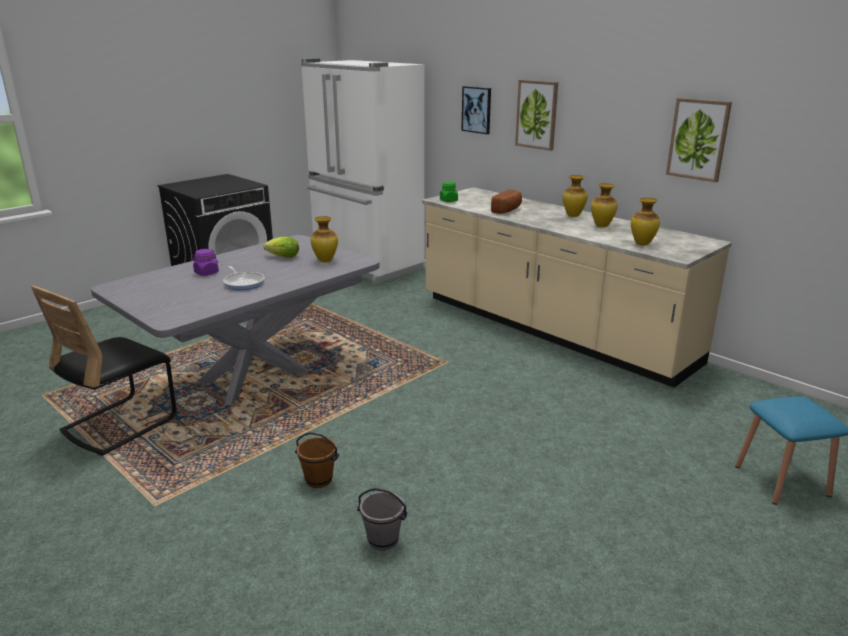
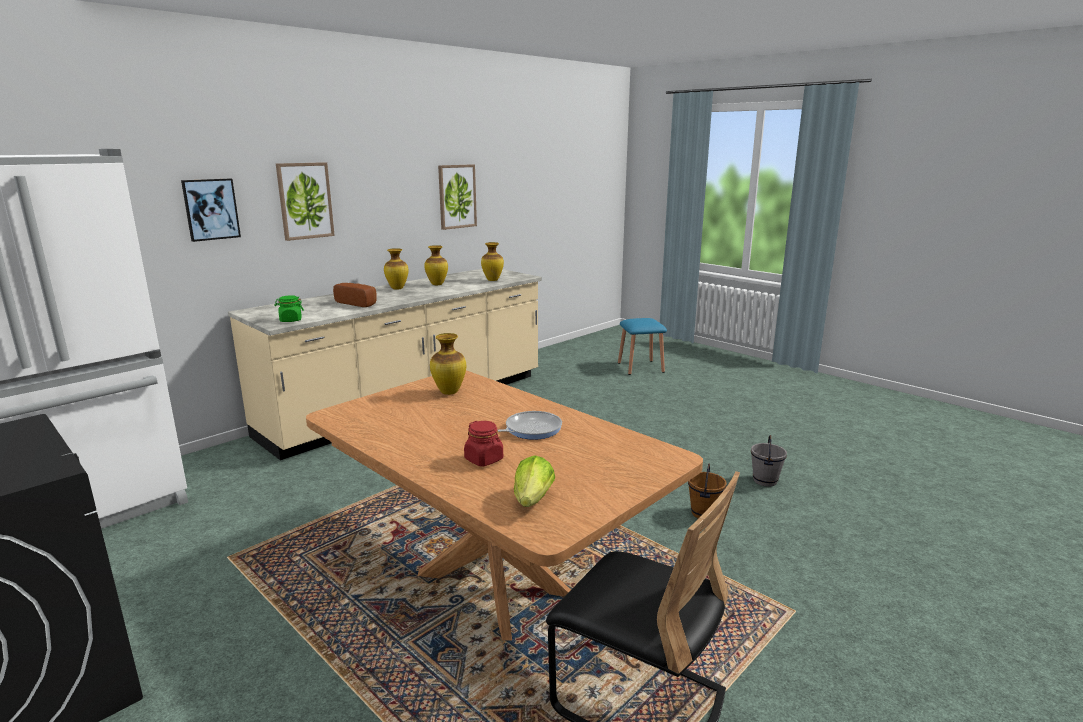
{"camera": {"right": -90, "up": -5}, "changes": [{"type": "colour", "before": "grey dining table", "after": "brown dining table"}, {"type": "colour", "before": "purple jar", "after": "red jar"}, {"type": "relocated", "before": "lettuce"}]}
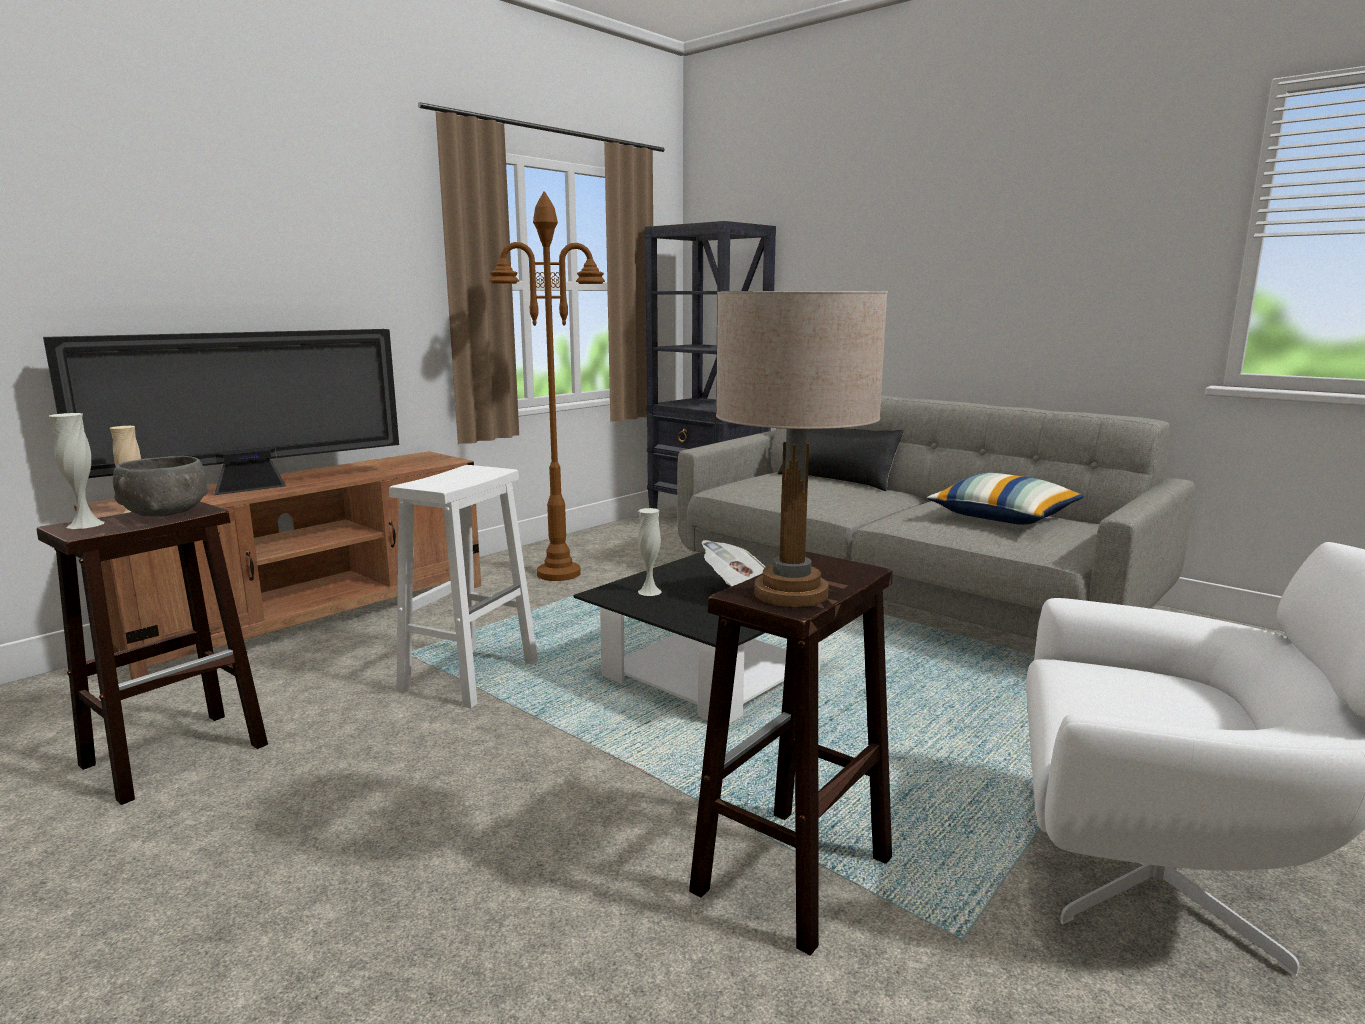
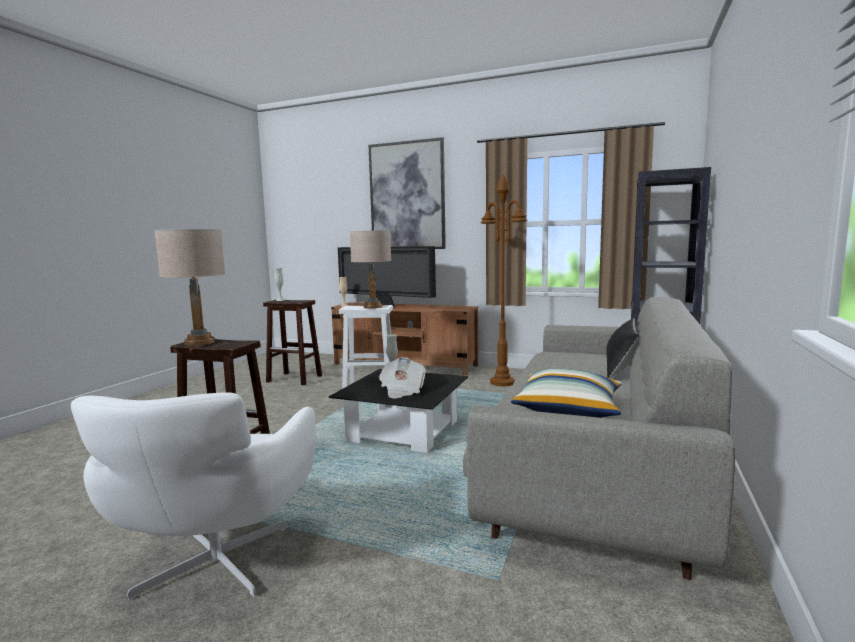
{"camera": {"right": 70, "up": -5}, "changes": [{"type": "missing", "before": "grey bowl"}, {"type": "appeared", "after": "beige table lamp (no. 2 from left)"}, {"type": "appeared", "after": "picture"}]}
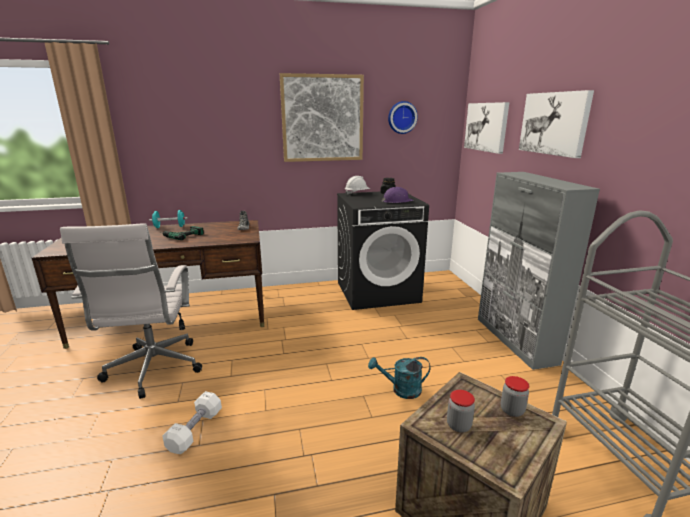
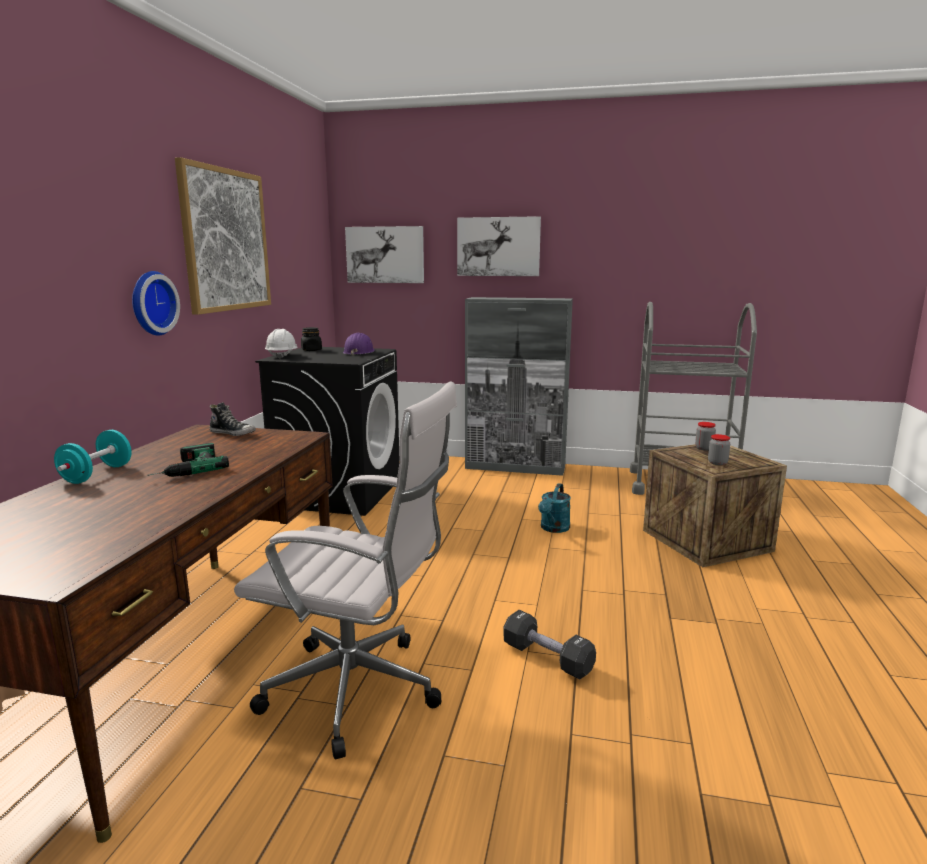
{"camera": {"right": -65, "up": -5}, "changes": [{"type": "colour", "before": "white dumbbell", "after": "black dumbbell"}, {"type": "relocated", "before": "wall clock"}]}
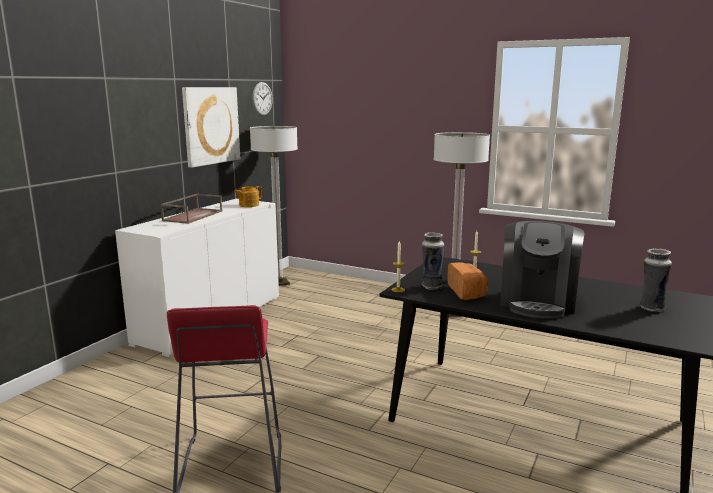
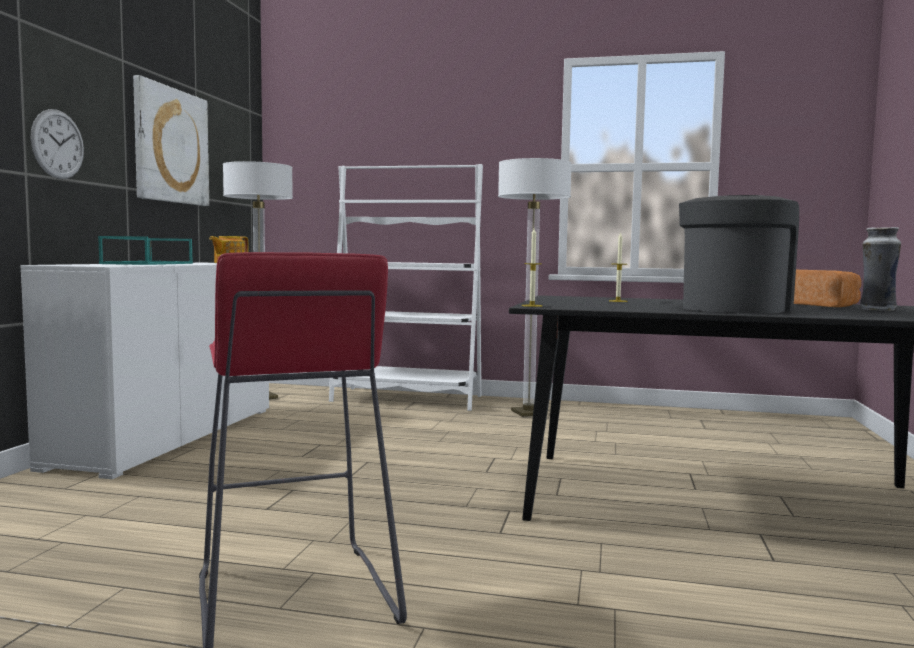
{"camera": {"right": -15, "up": -10}, "changes": [{"type": "colour", "before": "brown tray", "after": "turquoise tray"}, {"type": "relocated", "before": "wall clock"}, {"type": "missing", "before": "vase (no. 1 from left)"}, {"type": "relocated", "before": "bread"}, {"type": "spun", "before": "coffee machine", "turn": -150}, {"type": "appeared", "after": "white bookcase"}]}
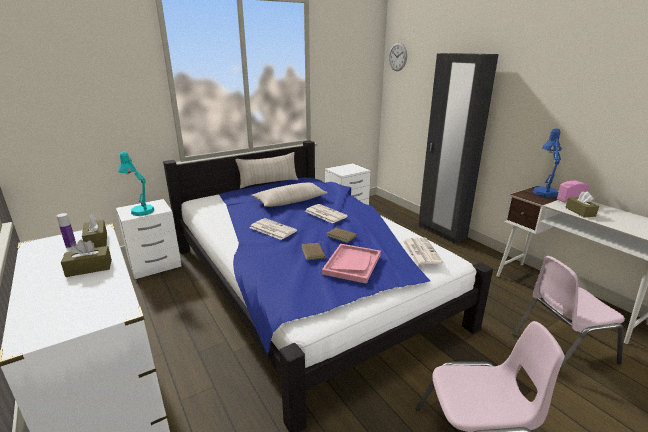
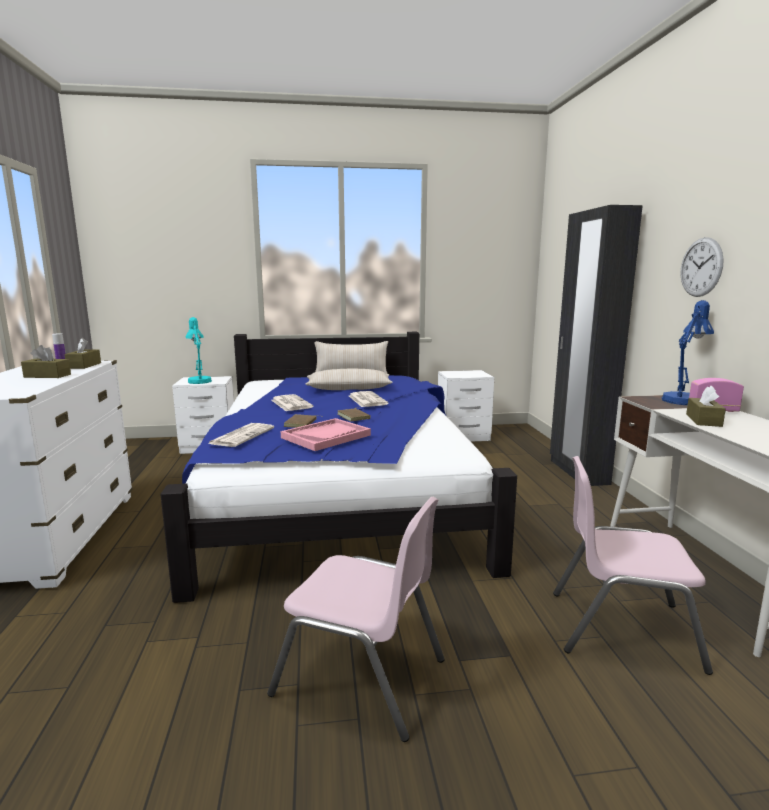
{"camera": {"right": 25, "up": -10}, "changes": [{"type": "relocated", "before": "wall clock"}, {"type": "relocated", "before": "newspaper (no. 3 from left in the first image)", "after": "newspaper (no. 1 from left)"}]}
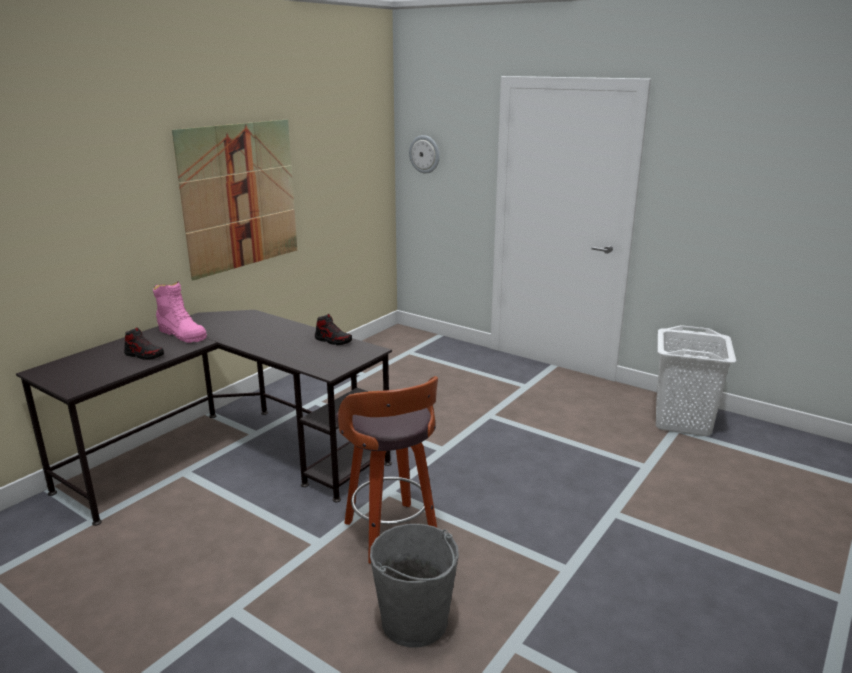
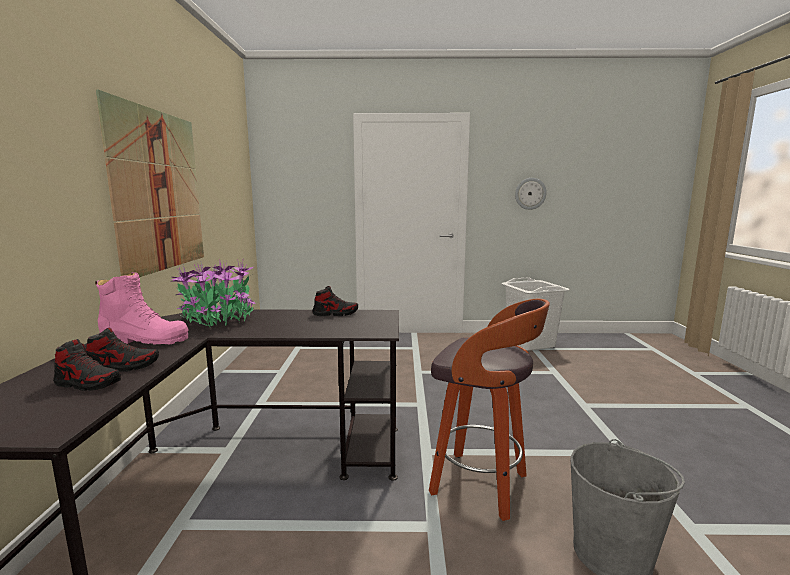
{"camera": {"right": -35, "up": -10}, "changes": [{"type": "relocated", "before": "wall clock"}, {"type": "appeared", "after": "shoe (no. 1 from left)"}, {"type": "appeared", "after": "potted plant"}]}
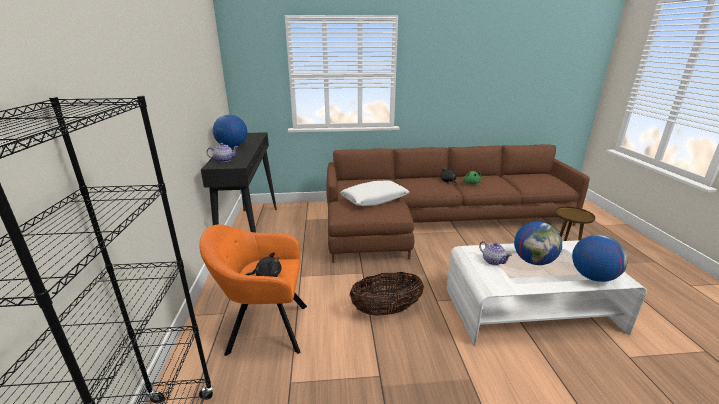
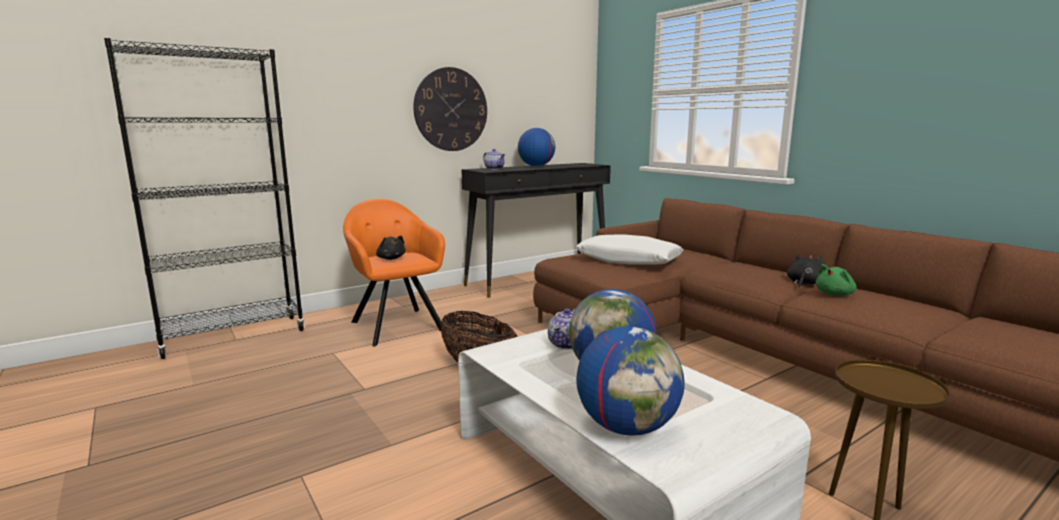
{"camera": {"right": 60, "up": -10}, "changes": [{"type": "appeared", "after": "wall clock"}]}
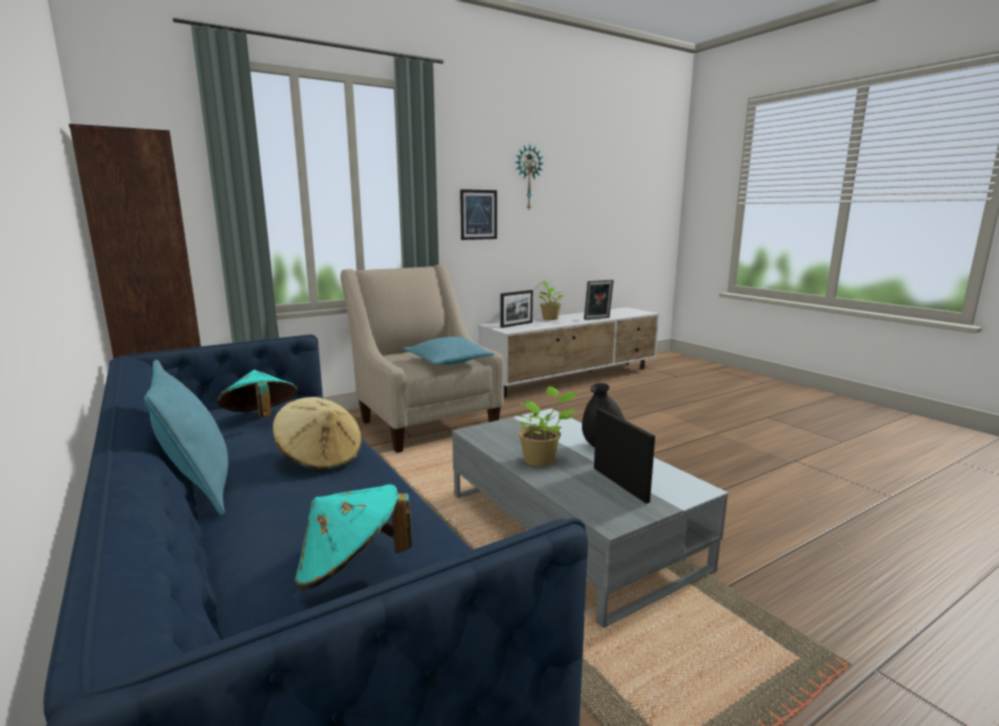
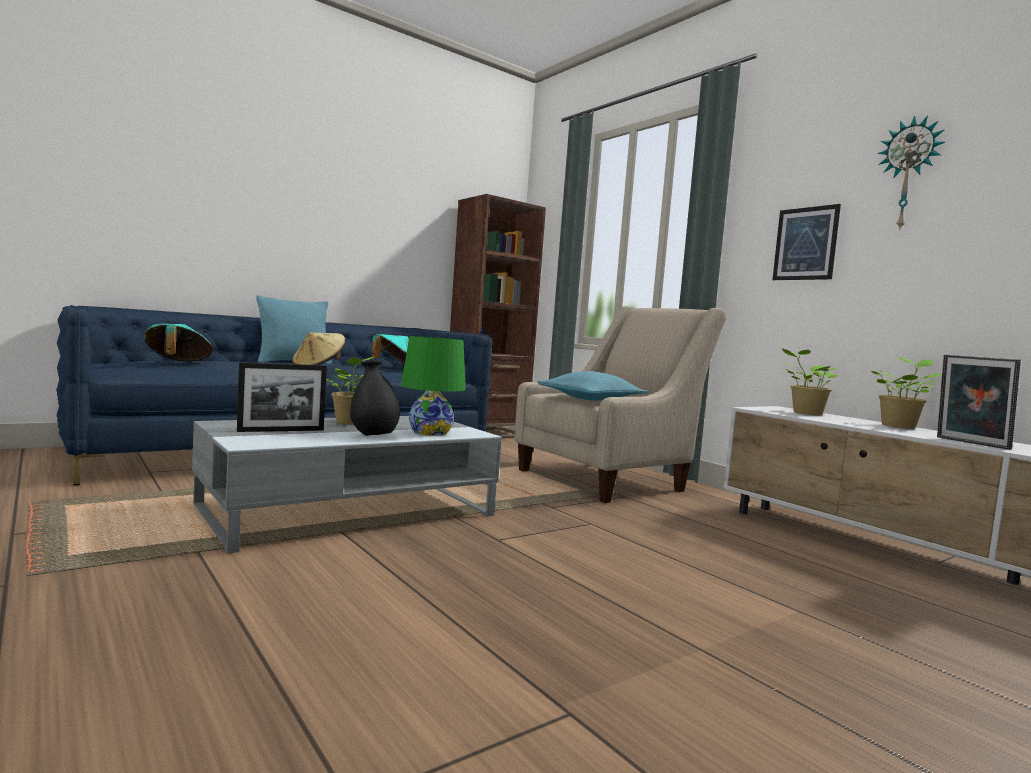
{"camera": {"right": 85, "up": -10}, "changes": [{"type": "exchanged", "before": "picture frame (no. 1 from left)", "after": "potted plant (no. 2 from left)"}, {"type": "appeared", "after": "green table lamp"}]}
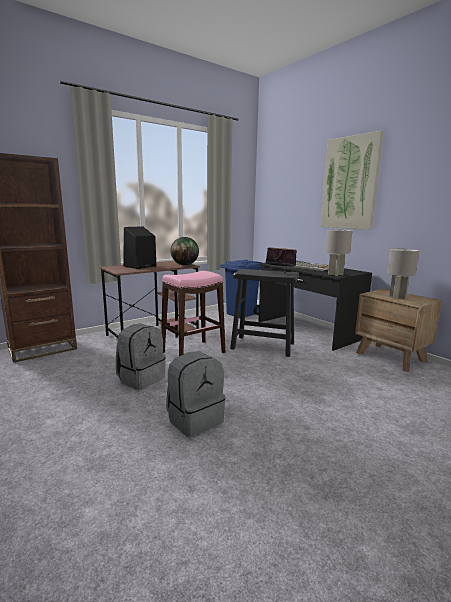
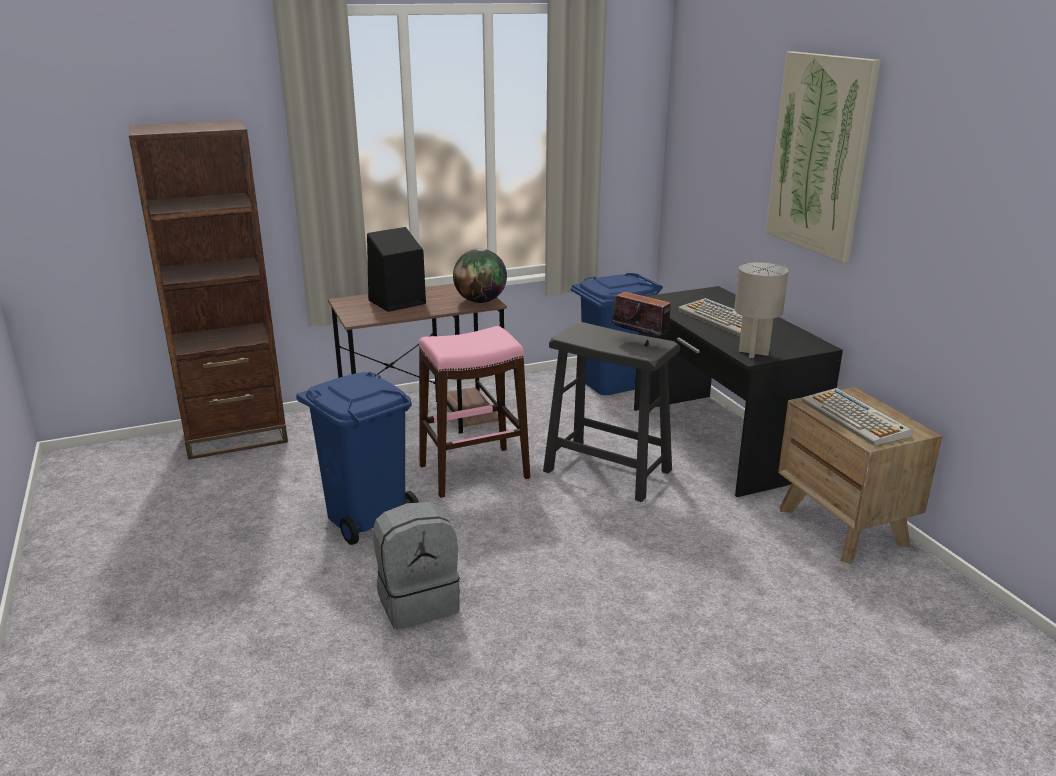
{"camera": {"right": 15, "up": 10}, "changes": [{"type": "exchanged", "before": "grey backpack (no. 1 from left)", "after": "blue trash can (no. 1 from left)"}, {"type": "exchanged", "before": "grey table lamp (no. 2 from left)", "after": "keyboard (no. 2 from left)"}]}
